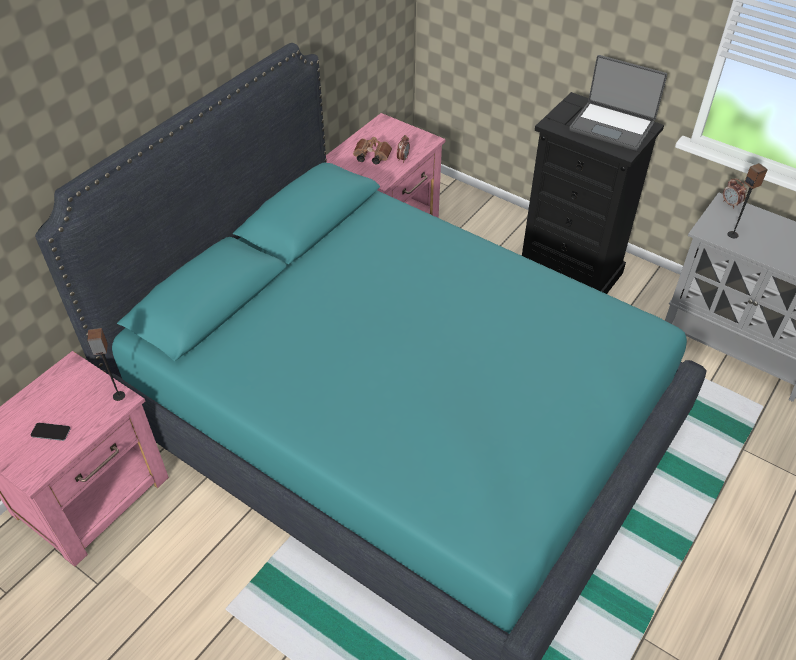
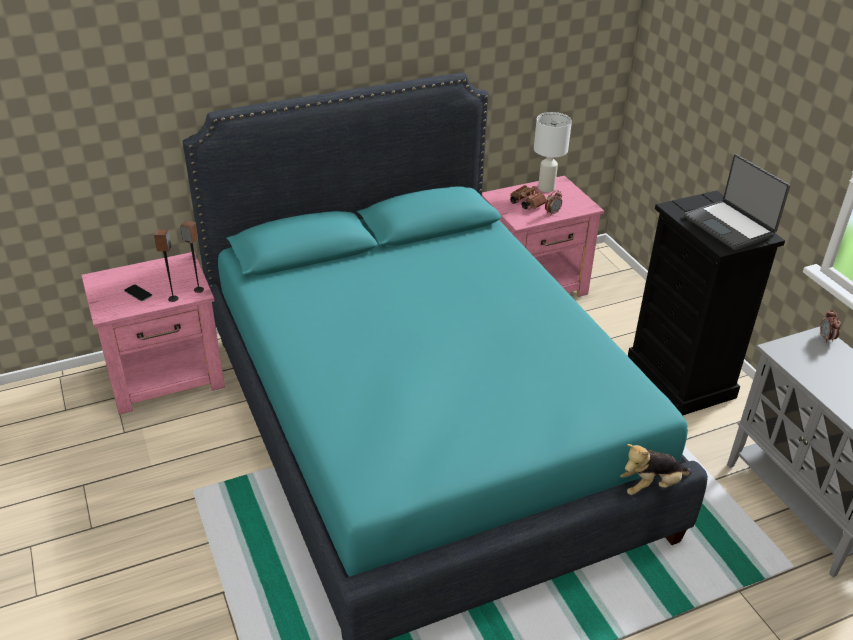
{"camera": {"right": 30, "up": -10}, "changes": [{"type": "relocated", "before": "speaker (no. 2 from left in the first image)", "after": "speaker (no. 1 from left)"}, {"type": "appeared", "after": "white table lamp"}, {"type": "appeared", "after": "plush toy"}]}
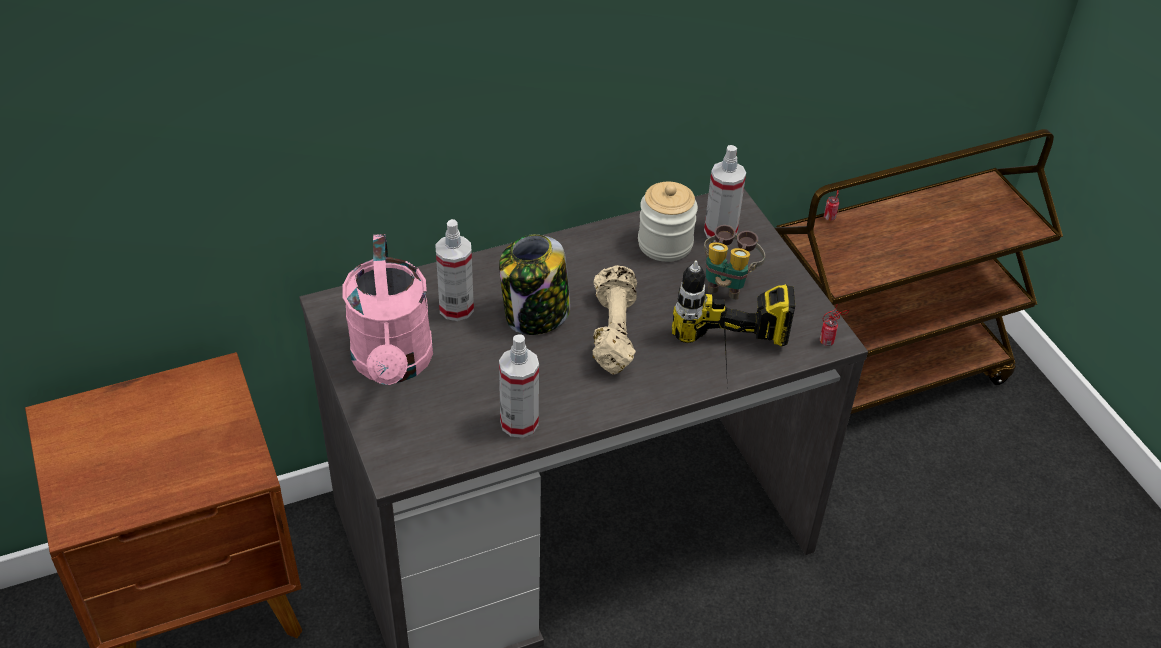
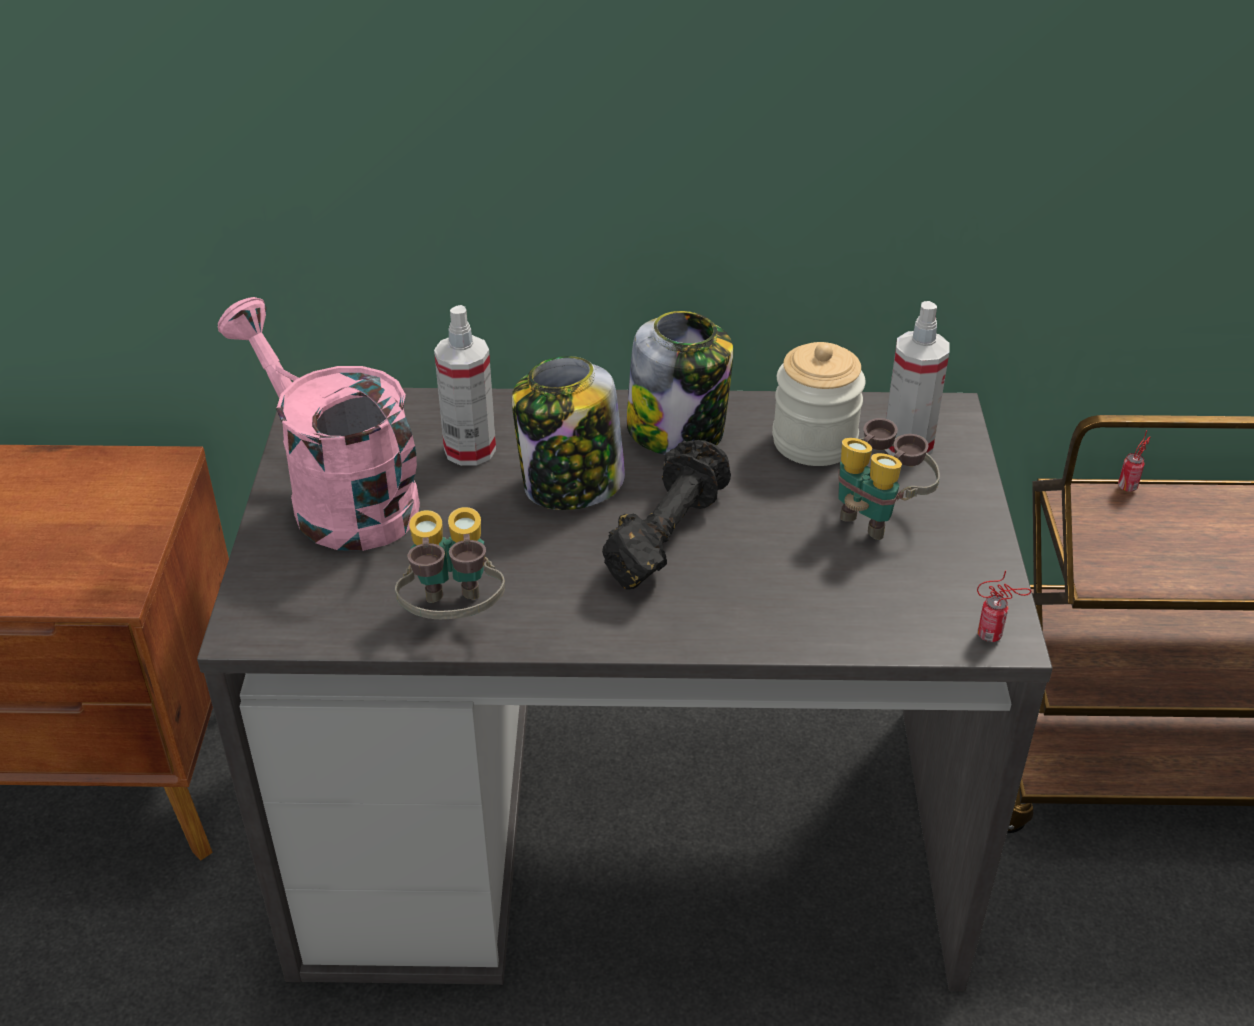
{"camera": {"right": 25, "up": -5}, "changes": [{"type": "spun", "before": "pink watering can", "turn": 120}, {"type": "exchanged", "before": "spray bottle (no. 2 from left)", "after": "binoculars (no. 1 from left)"}, {"type": "colour", "before": "beige dumbbell", "after": "black dumbbell"}, {"type": "missing", "before": "power drill"}, {"type": "appeared", "after": "jar (no. 2 from left)"}]}
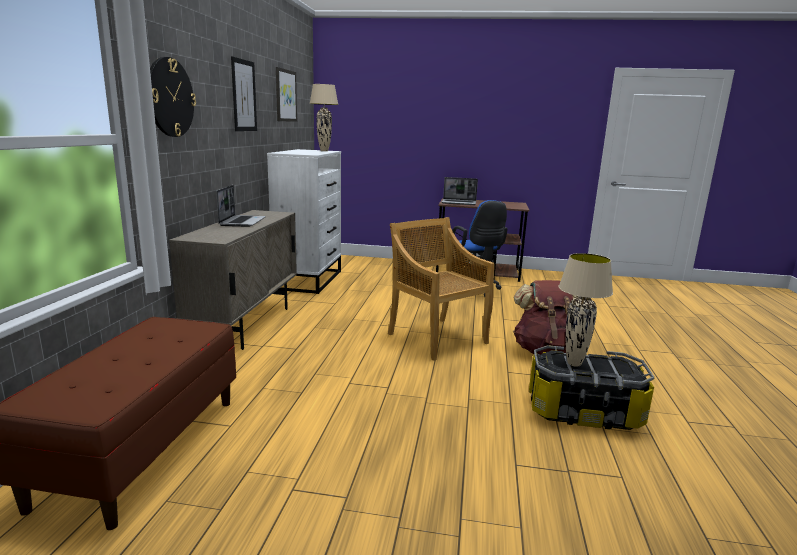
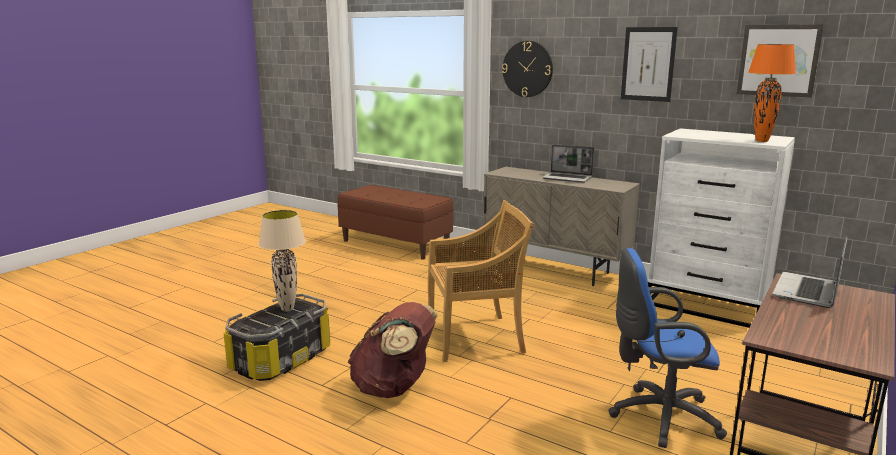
{"camera": {"right": 115, "up": 0}, "changes": [{"type": "colour", "before": "beige table lamp (no. 1 from left)", "after": "orange table lamp"}]}
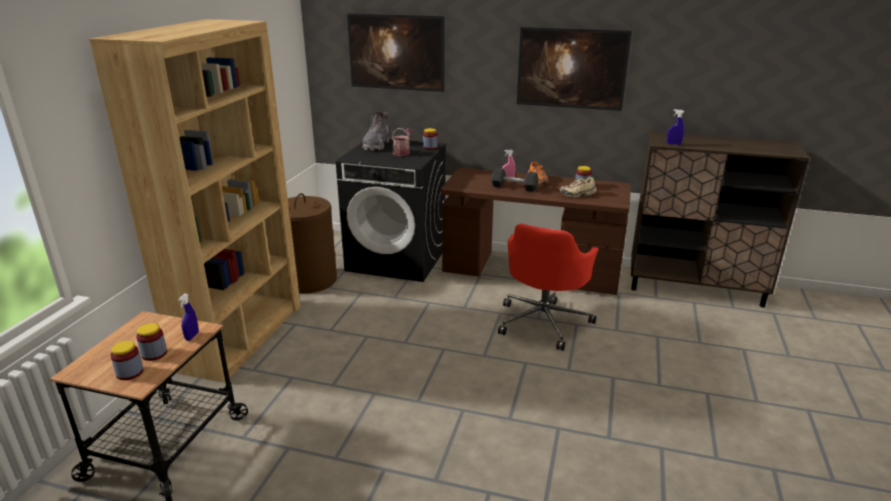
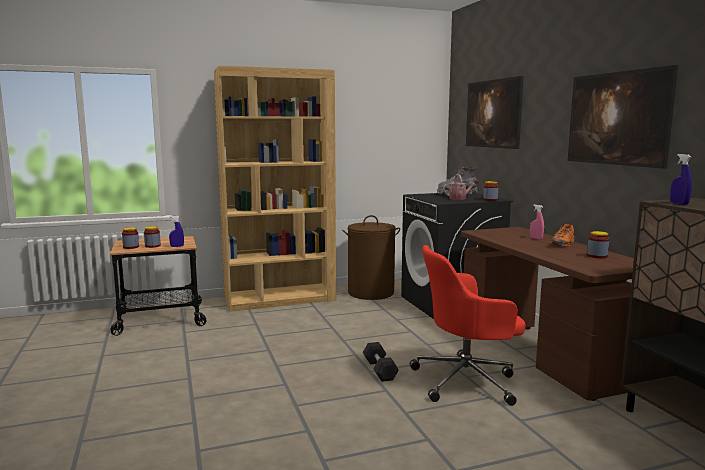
{"camera": {"right": 55, "up": -15}, "changes": [{"type": "relocated", "before": "grey dumbbell"}, {"type": "missing", "before": "beige shoe"}]}
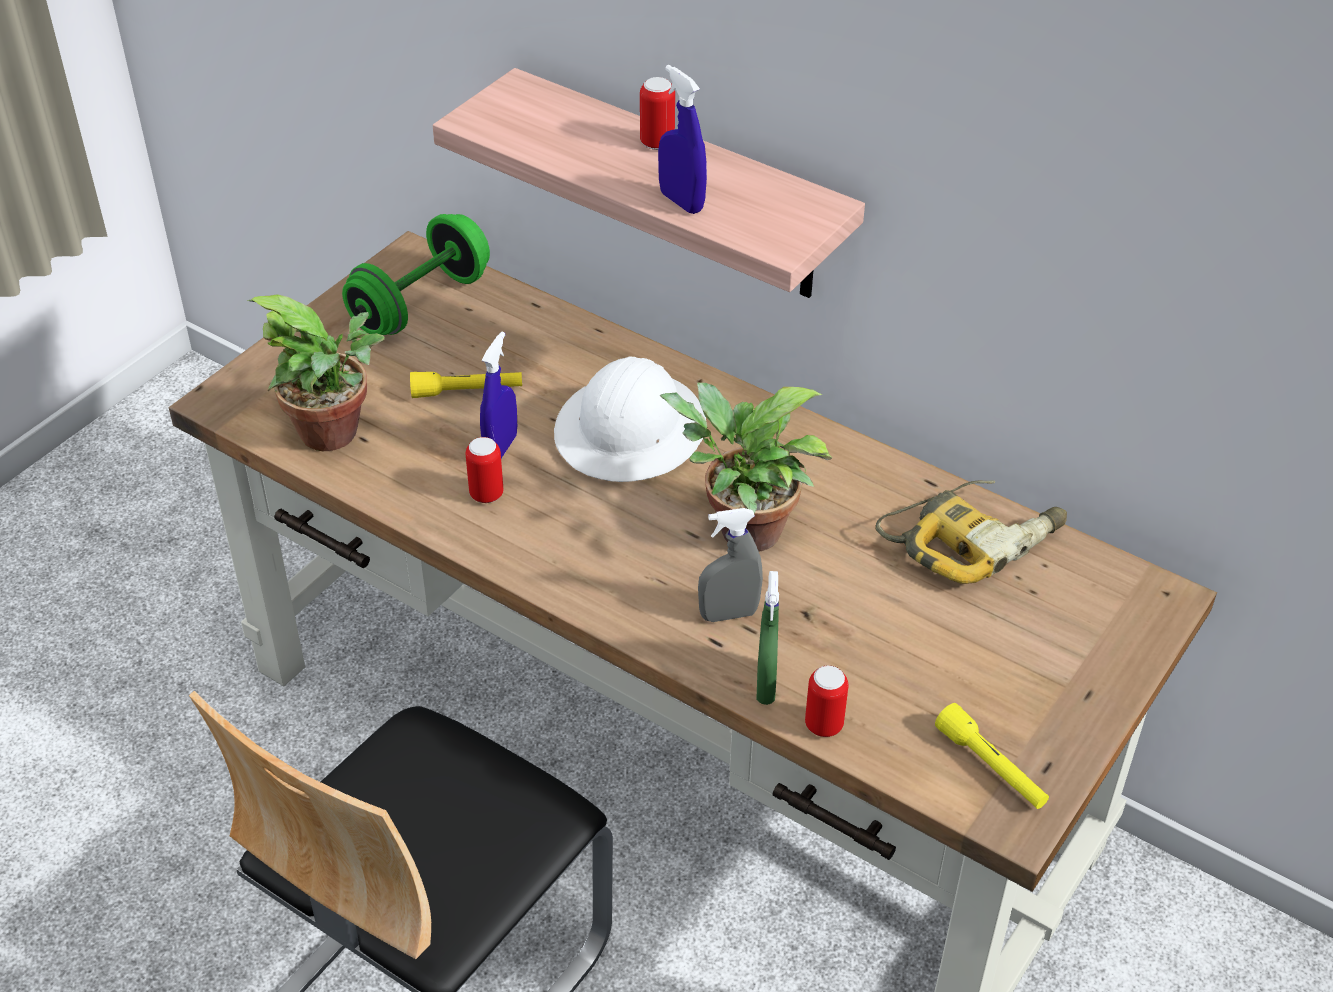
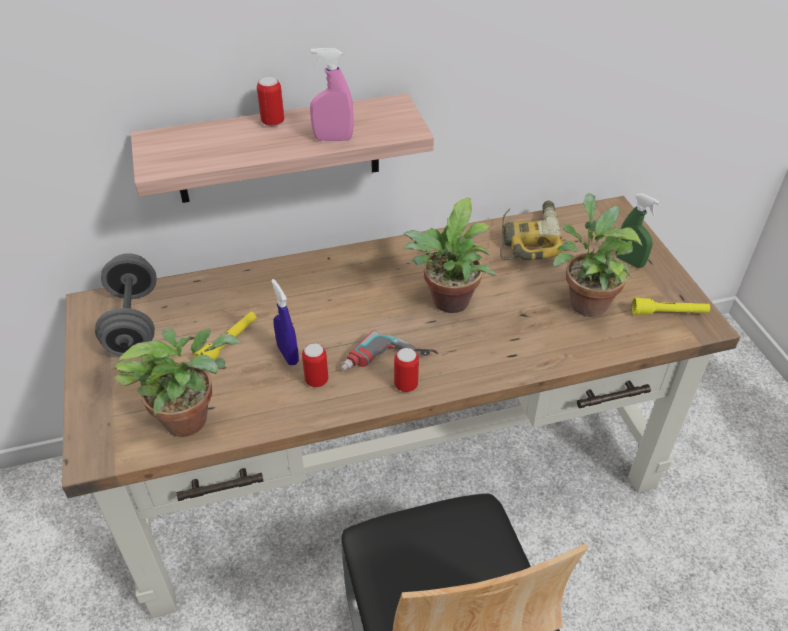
{"camera": {"right": -50, "up": 0}, "changes": [{"type": "colour", "before": "green dumbbell", "after": "grey dumbbell"}, {"type": "missing", "before": "white hard hat"}, {"type": "colour", "before": "blue spray bottle (no. 2 from left)", "after": "pink spray bottle"}, {"type": "missing", "before": "grey spray bottle"}, {"type": "relocated", "before": "green spray bottle"}, {"type": "relocated", "before": "can (no. 3 from left)"}, {"type": "appeared", "after": "power drill (no. 1 from left)"}, {"type": "appeared", "after": "potted plant (no. 3 from left)"}]}
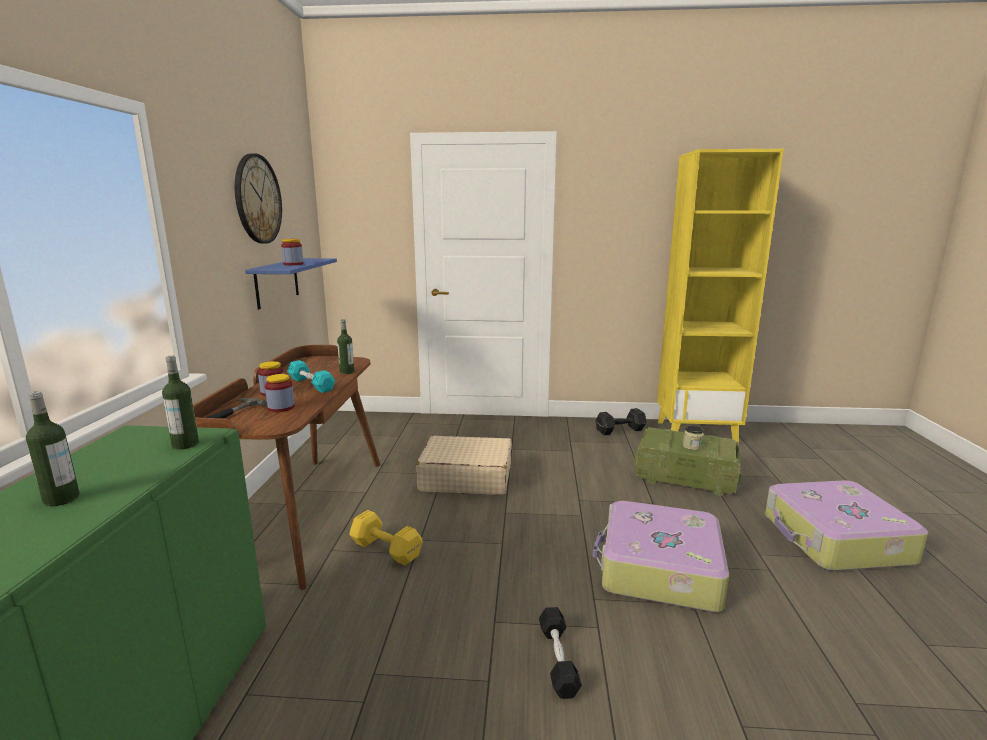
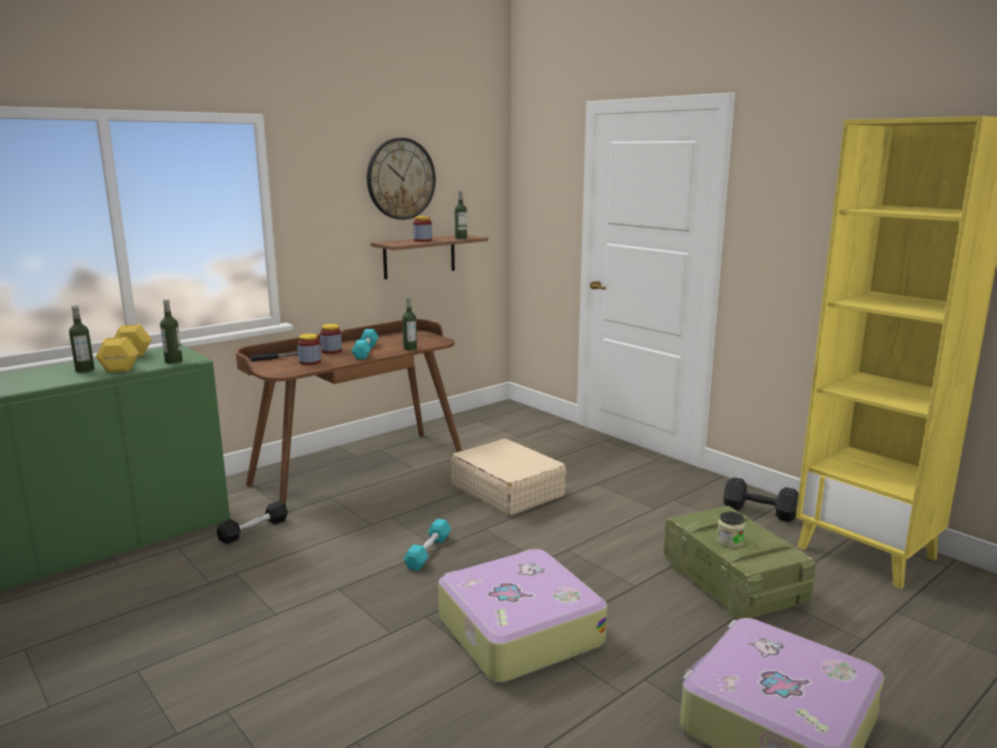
{"camera": {"right": 45, "up": 0}, "changes": [{"type": "colour", "before": "blue shelf", "after": "brown shelf"}, {"type": "relocated", "before": "yellow dumbbell"}, {"type": "relocated", "before": "black dumbbell (no. 1 from left)"}, {"type": "appeared", "after": "turquoise dumbbell (no. 2 from left)"}, {"type": "appeared", "after": "bottle (no. 4 from left)"}]}
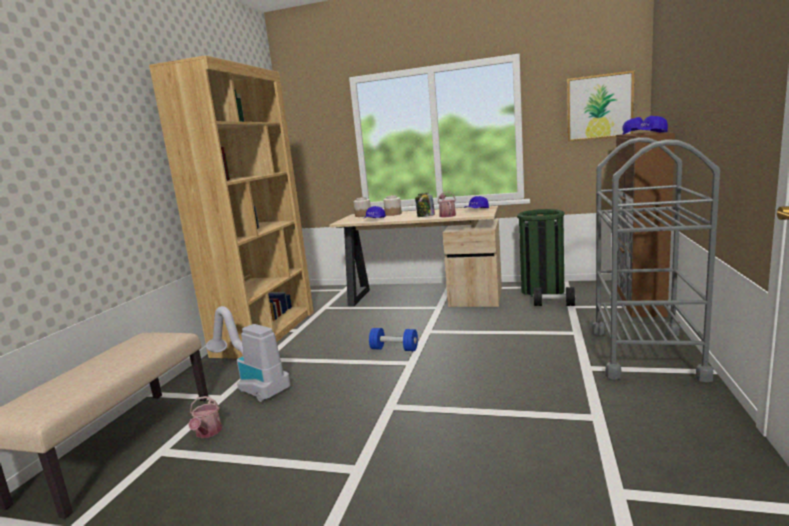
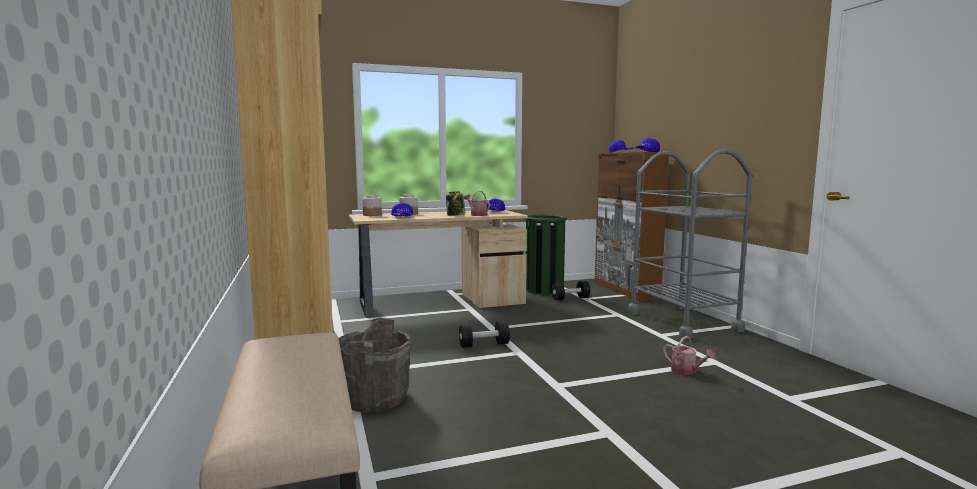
{"camera": {"right": -35, "up": -5}, "changes": [{"type": "relocated", "before": "watering can (no. 1 from left in the first image)", "after": "watering can (no. 2 from left)"}, {"type": "exchanged", "before": "vacuum cleaner", "after": "grey bucket"}, {"type": "colour", "before": "blue dumbbell", "after": "black dumbbell (no. 1 from left)"}, {"type": "missing", "before": "picture"}]}
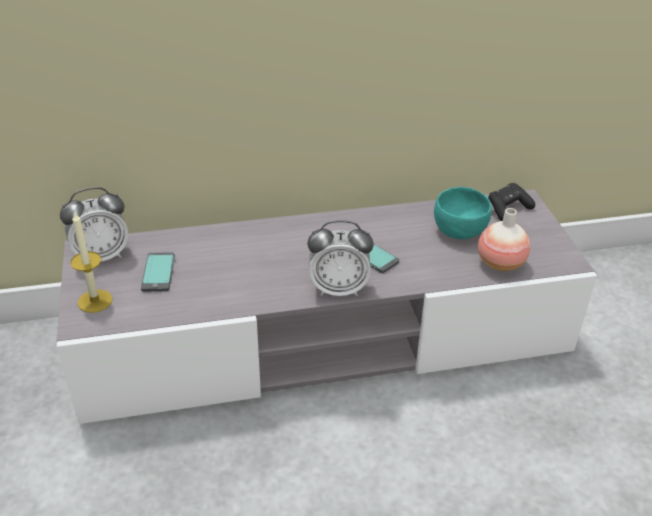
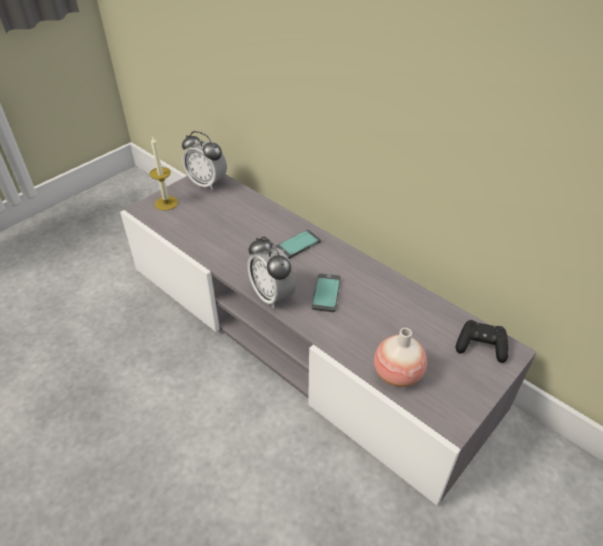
{"camera": {"right": 55, "up": 5}, "changes": [{"type": "relocated", "before": "phone (no. 1 from left)"}, {"type": "missing", "before": "turquoise bowl"}]}
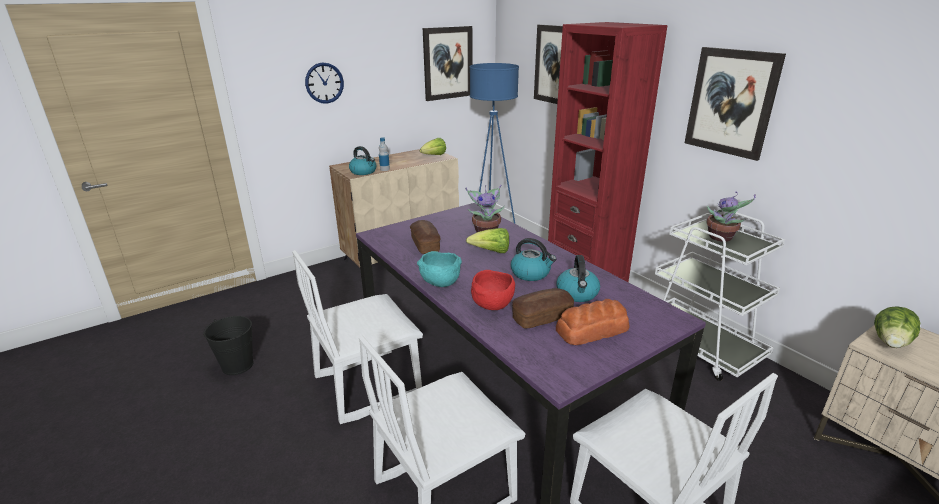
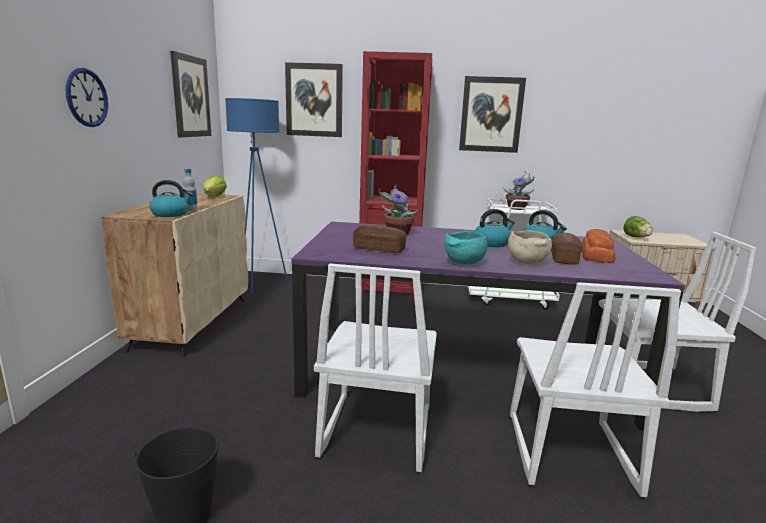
{"camera": {"right": -50, "up": -10}, "changes": [{"type": "missing", "before": "lettuce (no. 2 from left)"}, {"type": "colour", "before": "red bowl", "after": "beige bowl"}]}
